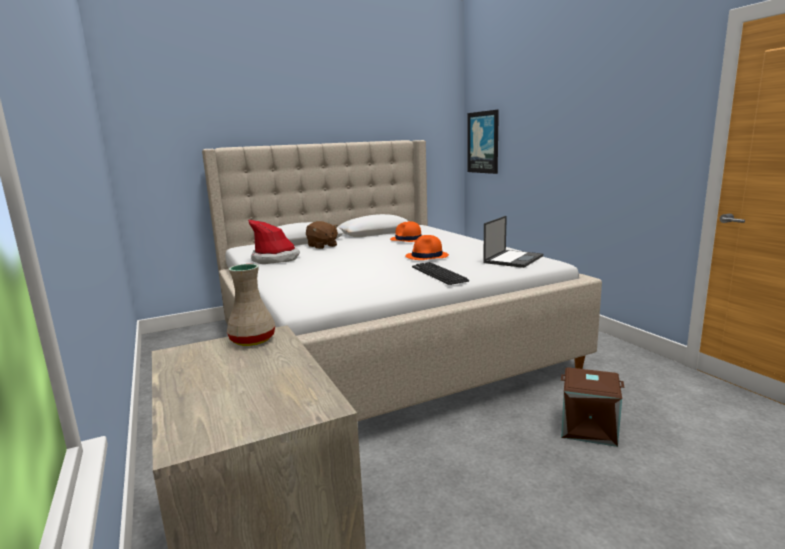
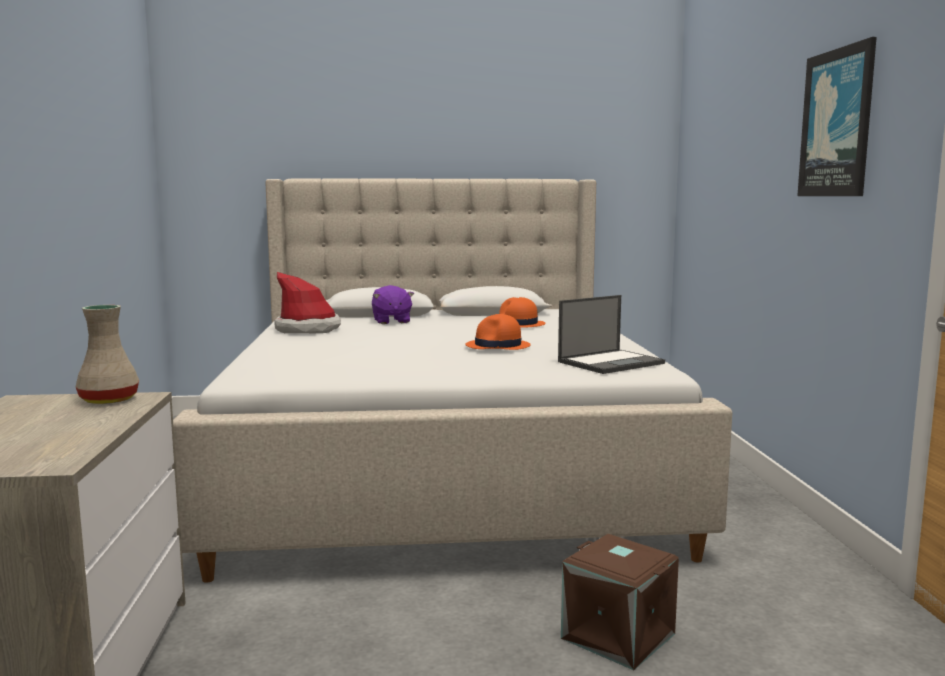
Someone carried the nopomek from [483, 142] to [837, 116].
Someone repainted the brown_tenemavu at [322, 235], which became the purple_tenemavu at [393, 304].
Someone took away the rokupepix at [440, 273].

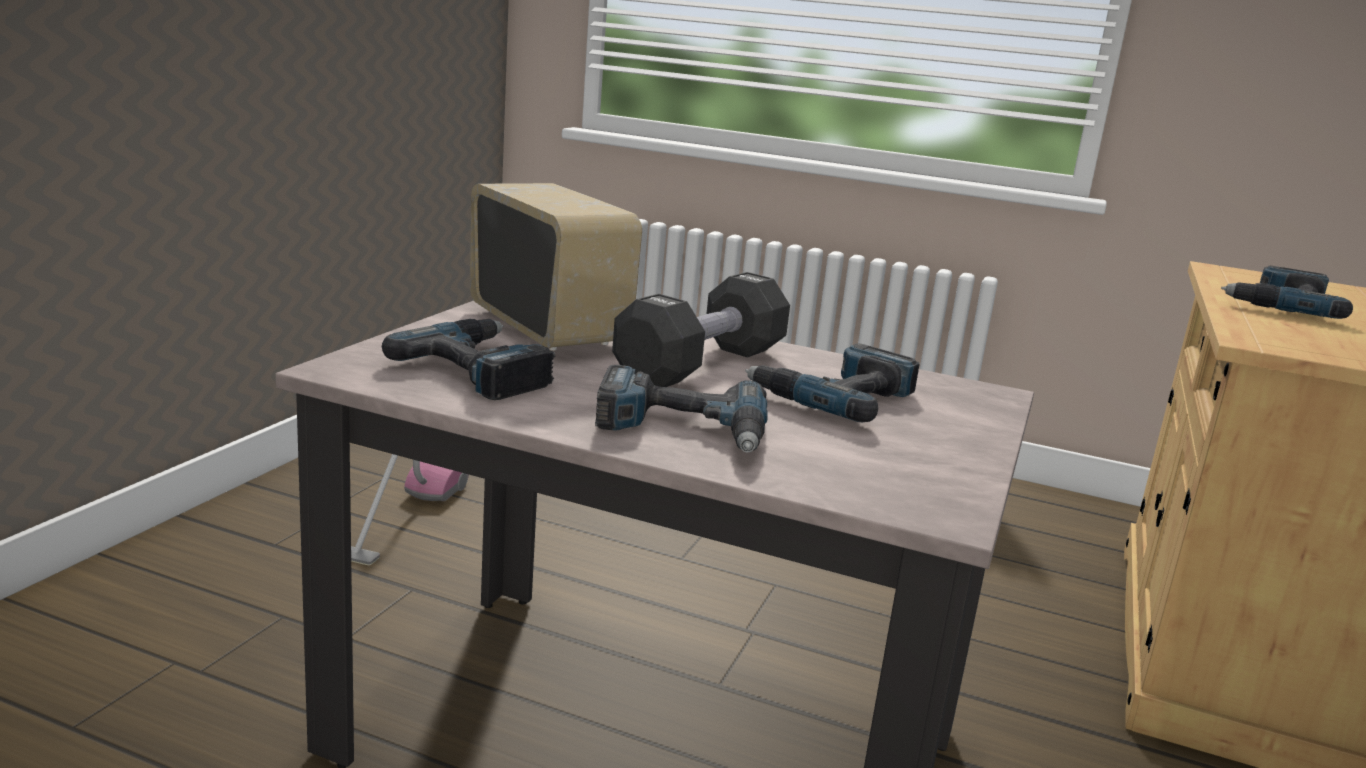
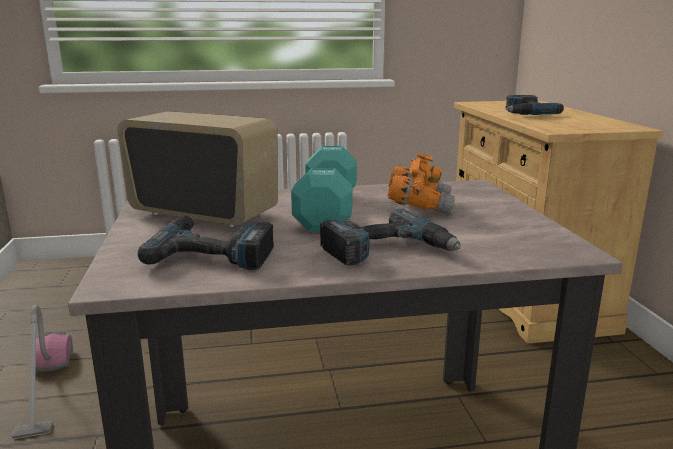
Someone repainted the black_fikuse at [701, 329], which became the turquoise_fikuse at [324, 189].
Someone swapped the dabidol at [832, 383] for the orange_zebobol at [421, 184].

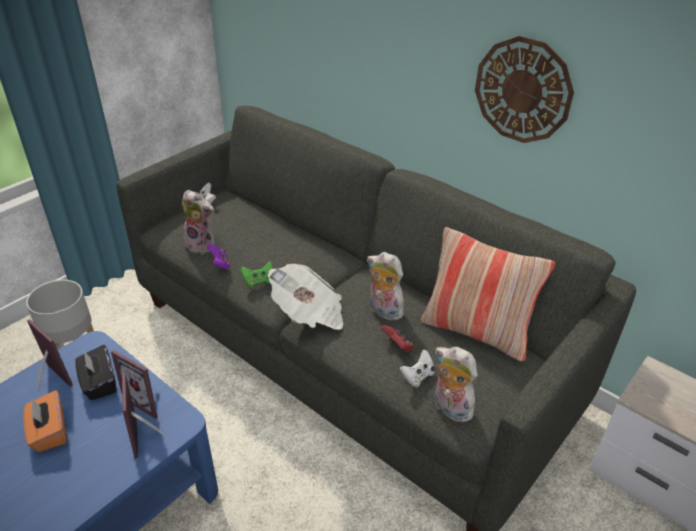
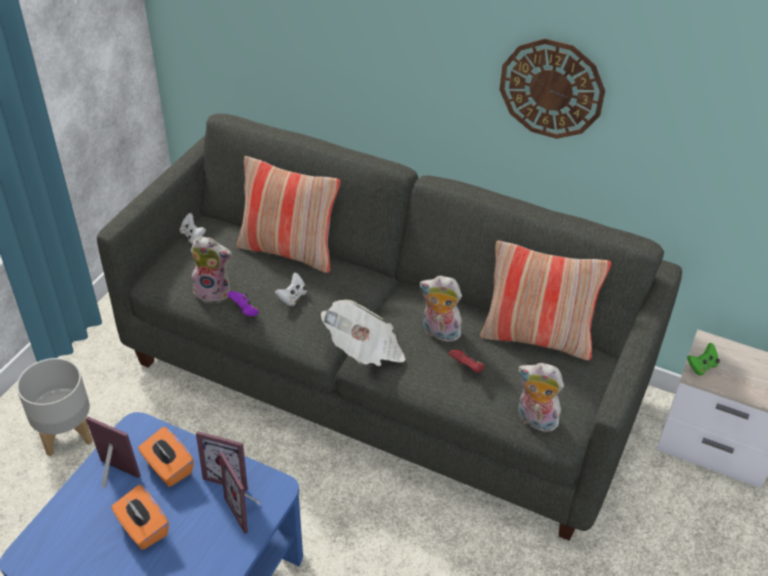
Someone carried the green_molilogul from [257, 274] to [703, 359].
Someone repainted the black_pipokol at [95, 372], which became the orange_pipokol at [166, 457].
Someone carried the white_molilogul from [417, 368] to [291, 289].
Someone put down the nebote at [288, 214].

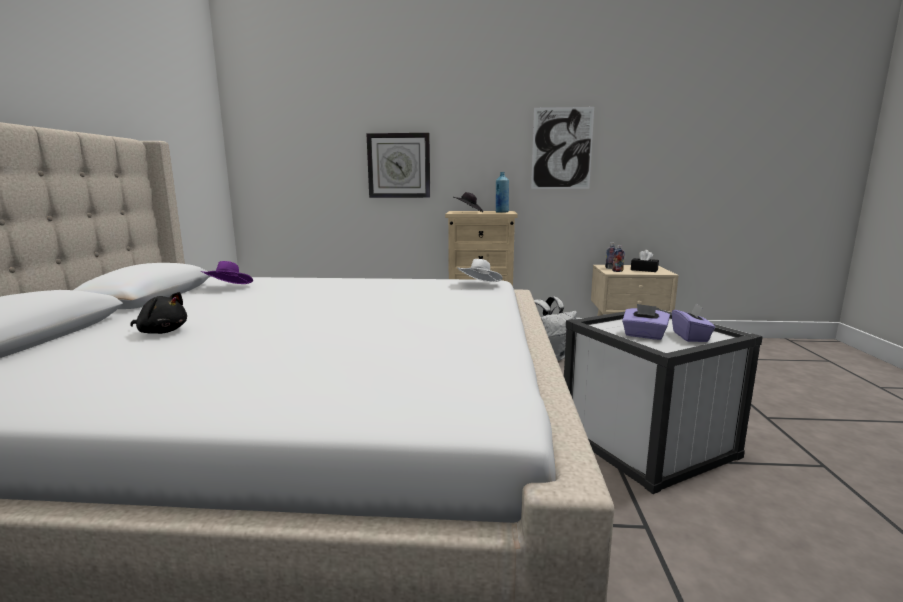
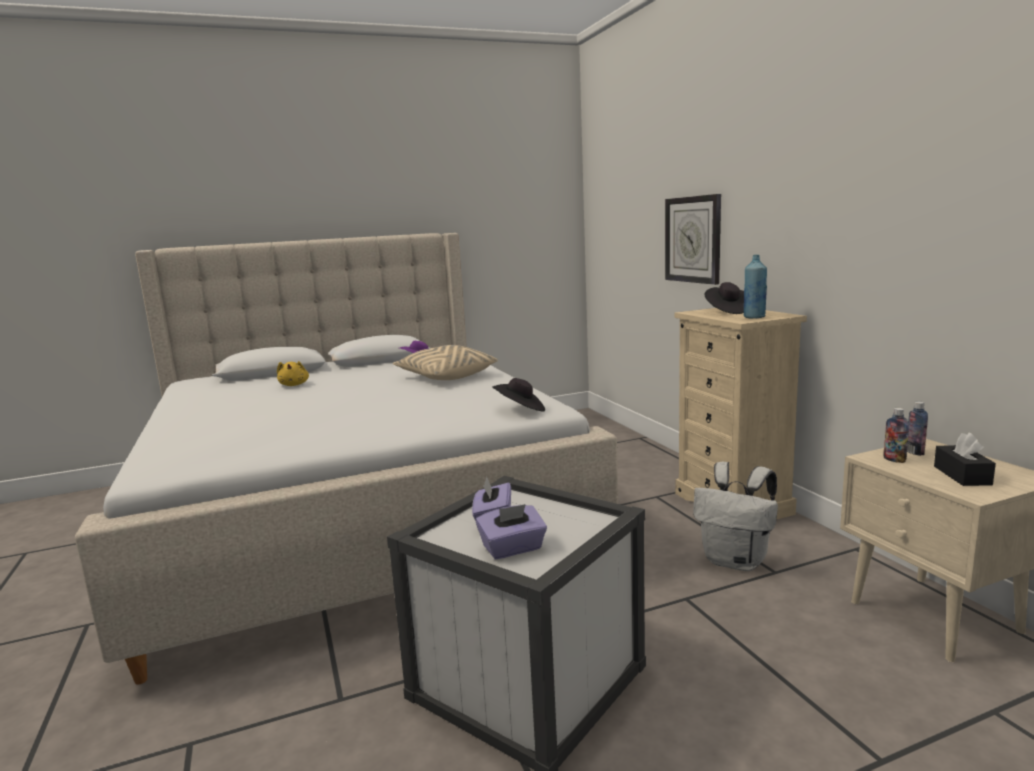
Someone took away the nopomek at [562, 148].
Someone repainted the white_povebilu at [479, 270], which became the black_povebilu at [518, 395].
Someone repainted the black_tenemavu at [159, 313], which became the yellow_tenemavu at [293, 373].
Someone put down the beige_nebote at [445, 362].

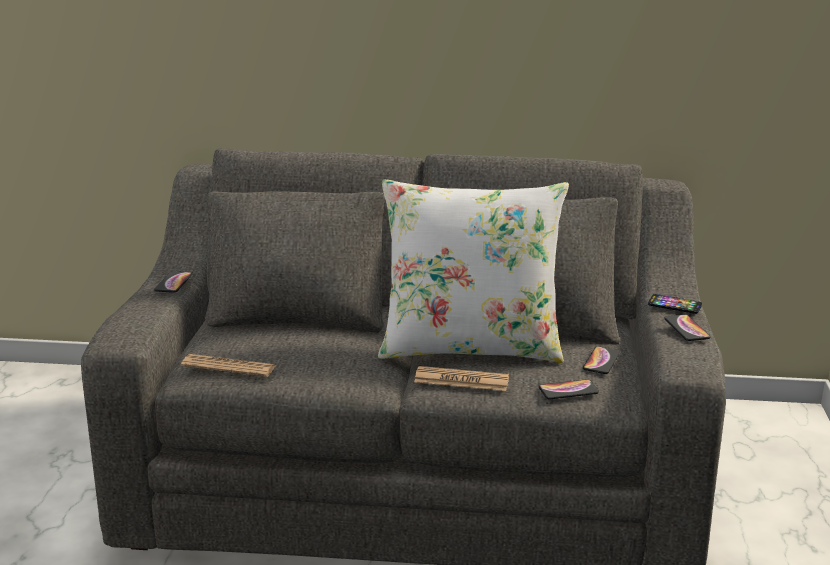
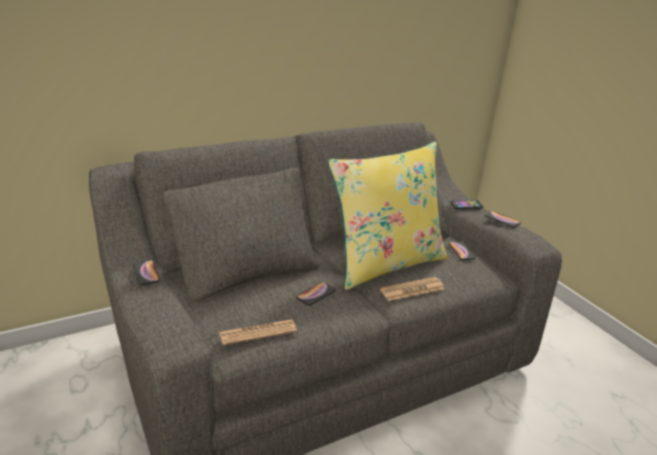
Someone repainted the white_nebote at [473, 271], which became the yellow_nebote at [387, 216].
Someone carried the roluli from [569, 389] to [316, 294].

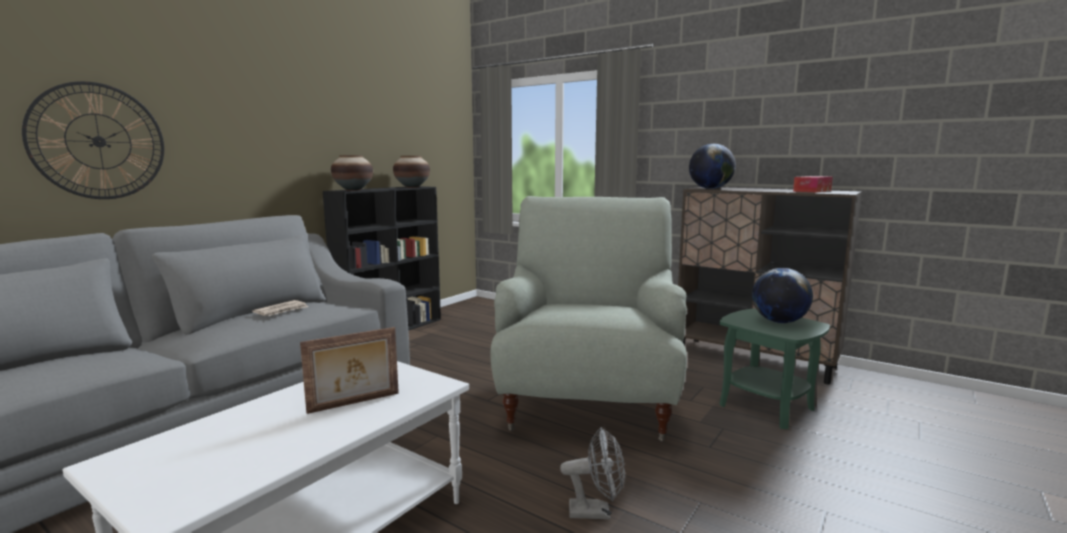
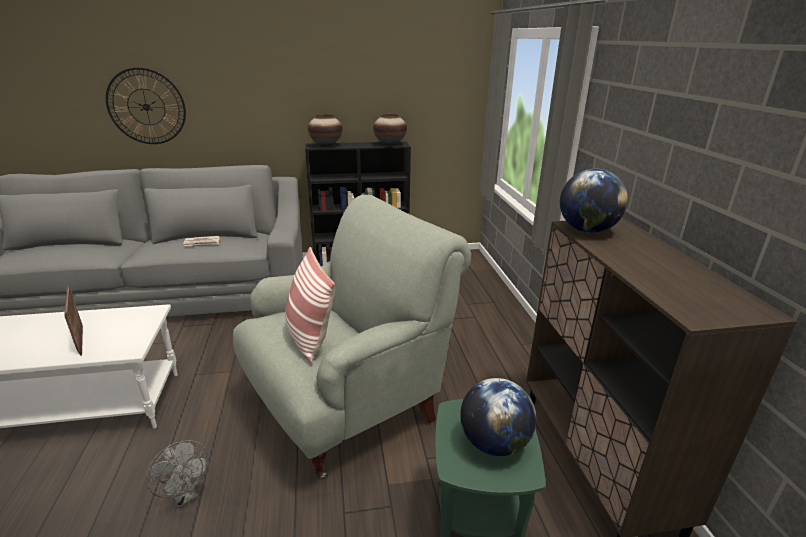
Someone took away the pipokol at [813, 184].
Someone rotated the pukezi at [349, 370] by 45 degrees clockwise.
Someone put down the nebote at [310, 305].

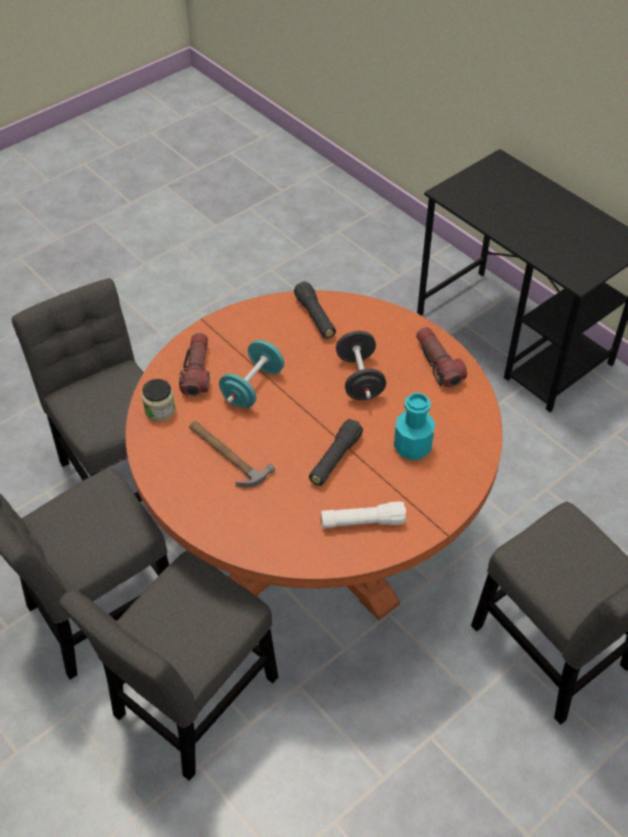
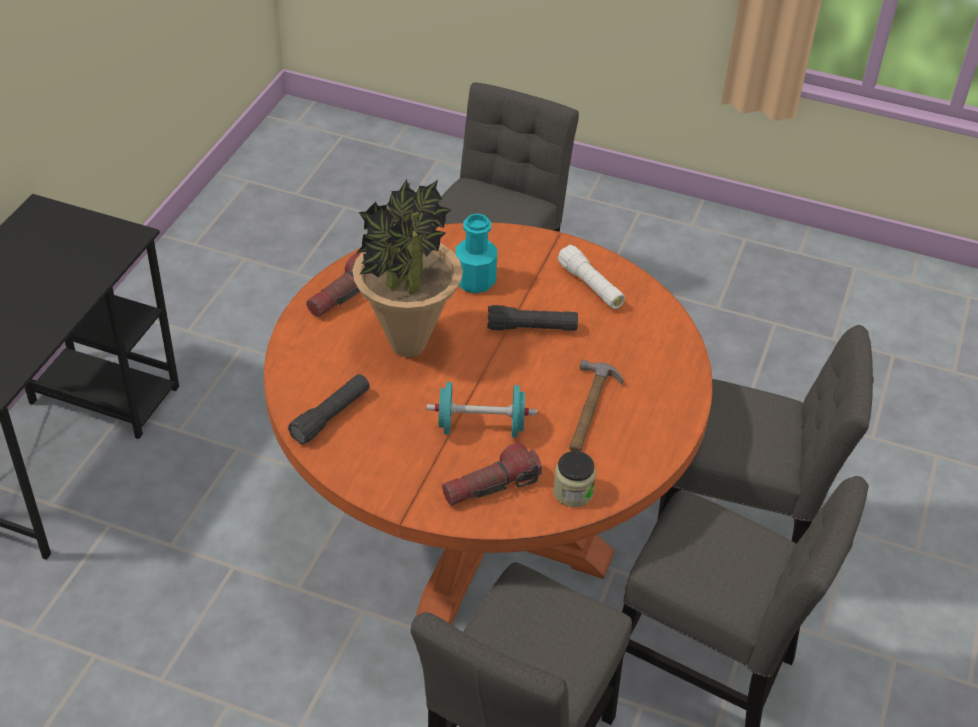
Someone swapped the black_fikuse at [361, 365] for the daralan at [408, 268].

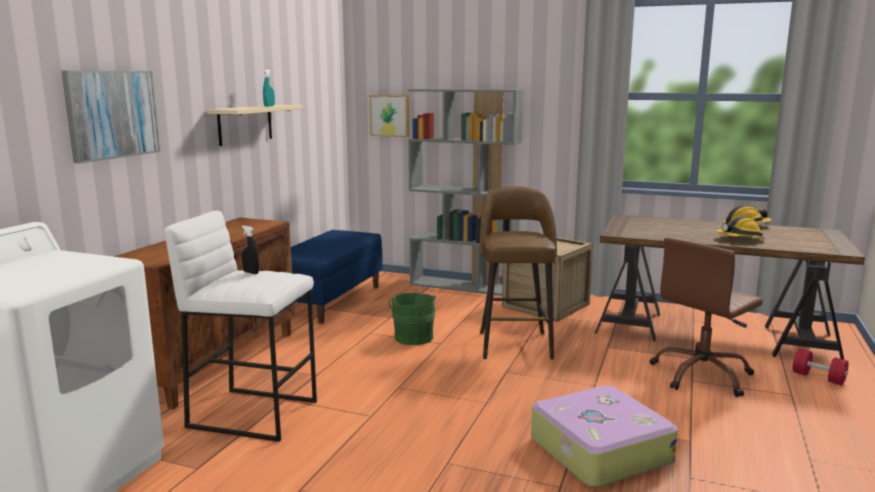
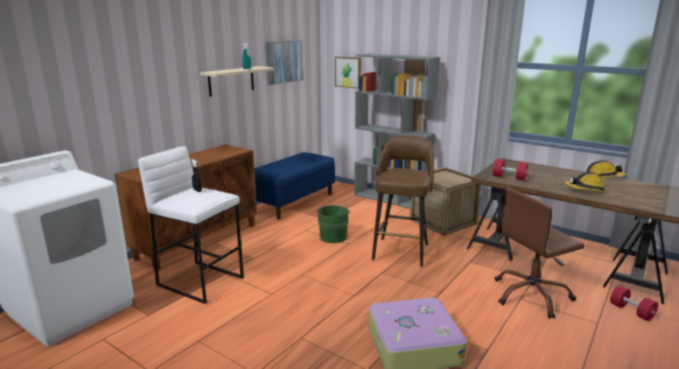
Someone carried the nopomek from [110, 117] to [284, 62].
Someone put down the red_fikuse at [510, 170].

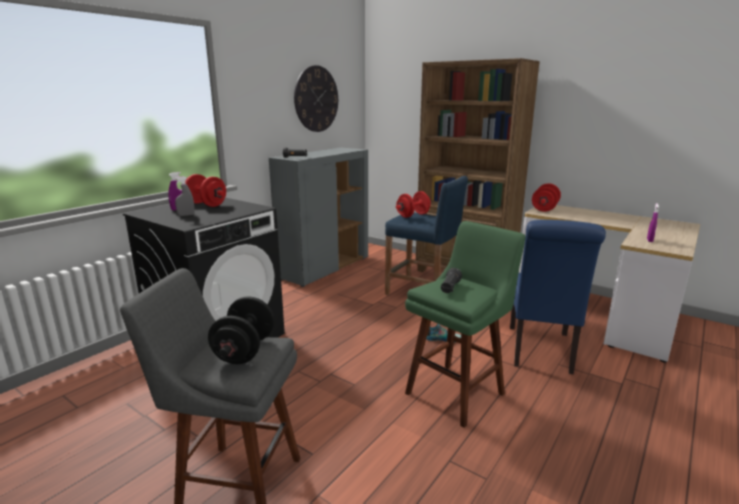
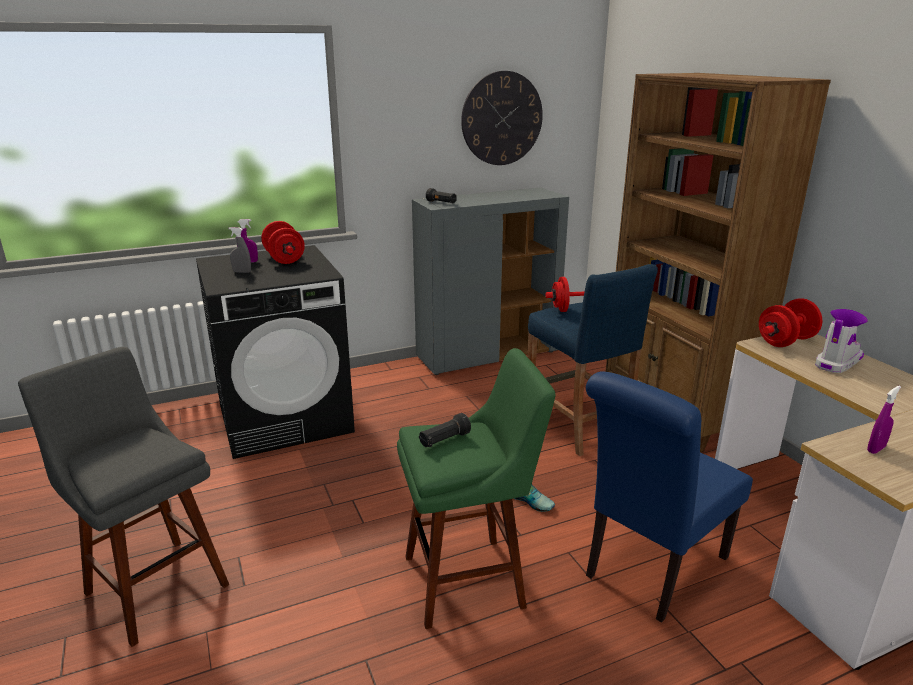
Someone took away the black_fikuse at [241, 330].
Someone put down the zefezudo at [841, 341].

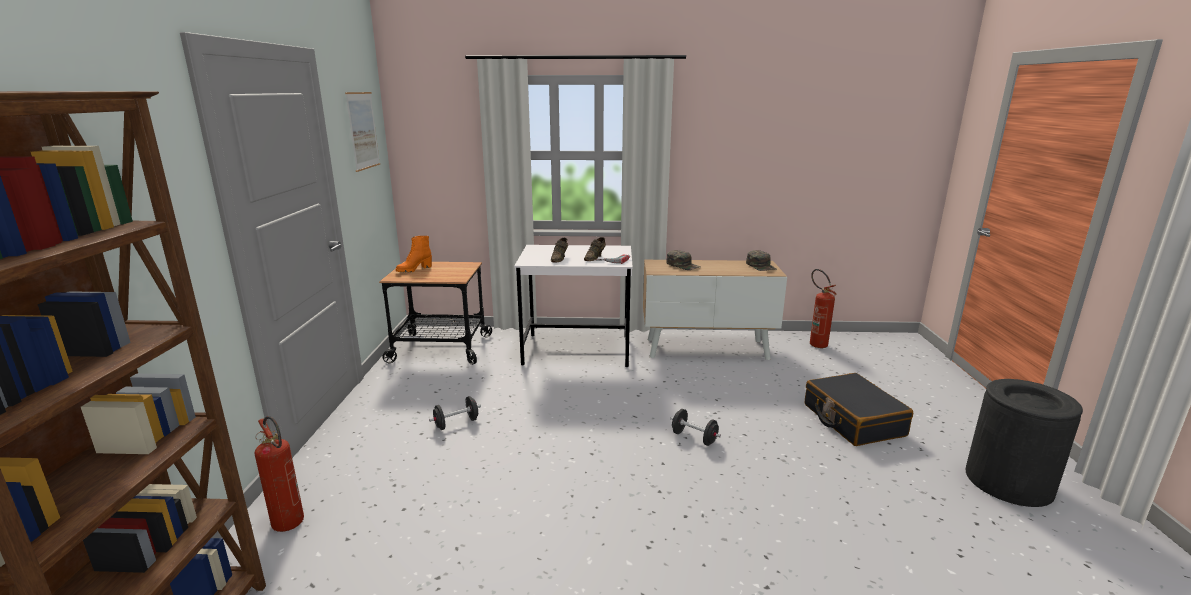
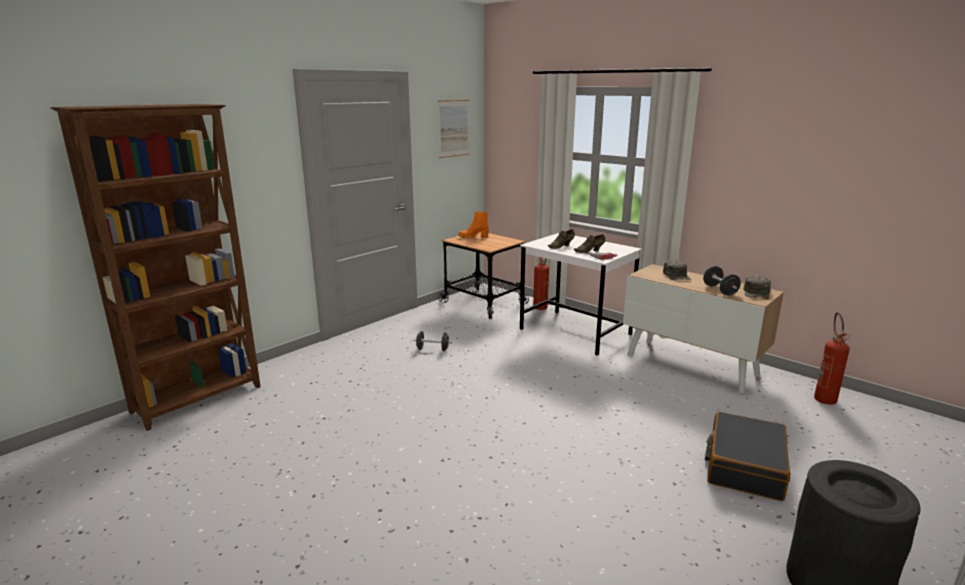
Someone carried the black_fikuse from [695, 427] to [722, 281].
Someone carried the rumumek from [279, 474] to [541, 283].

